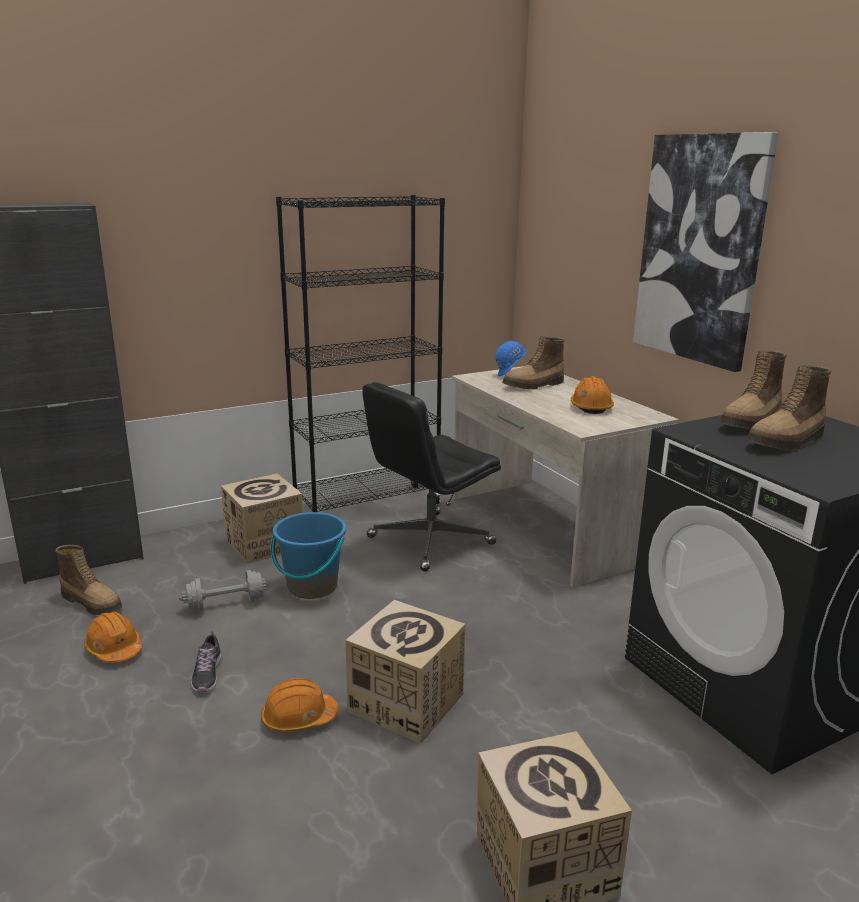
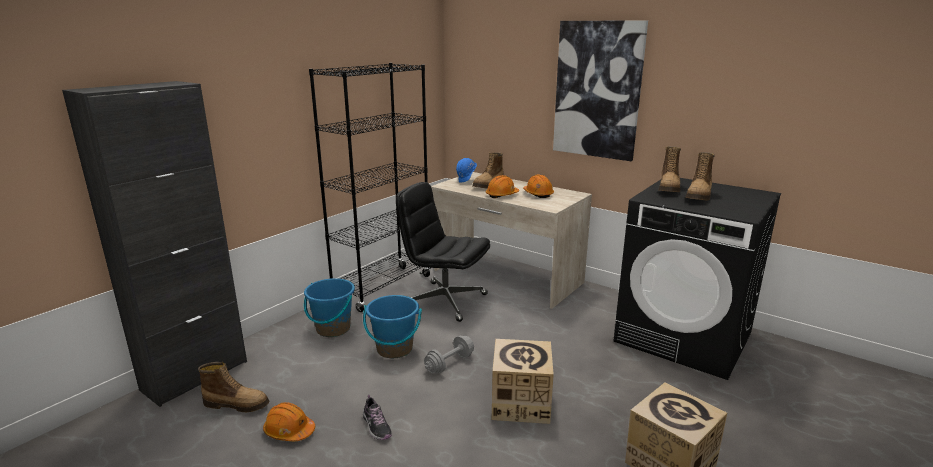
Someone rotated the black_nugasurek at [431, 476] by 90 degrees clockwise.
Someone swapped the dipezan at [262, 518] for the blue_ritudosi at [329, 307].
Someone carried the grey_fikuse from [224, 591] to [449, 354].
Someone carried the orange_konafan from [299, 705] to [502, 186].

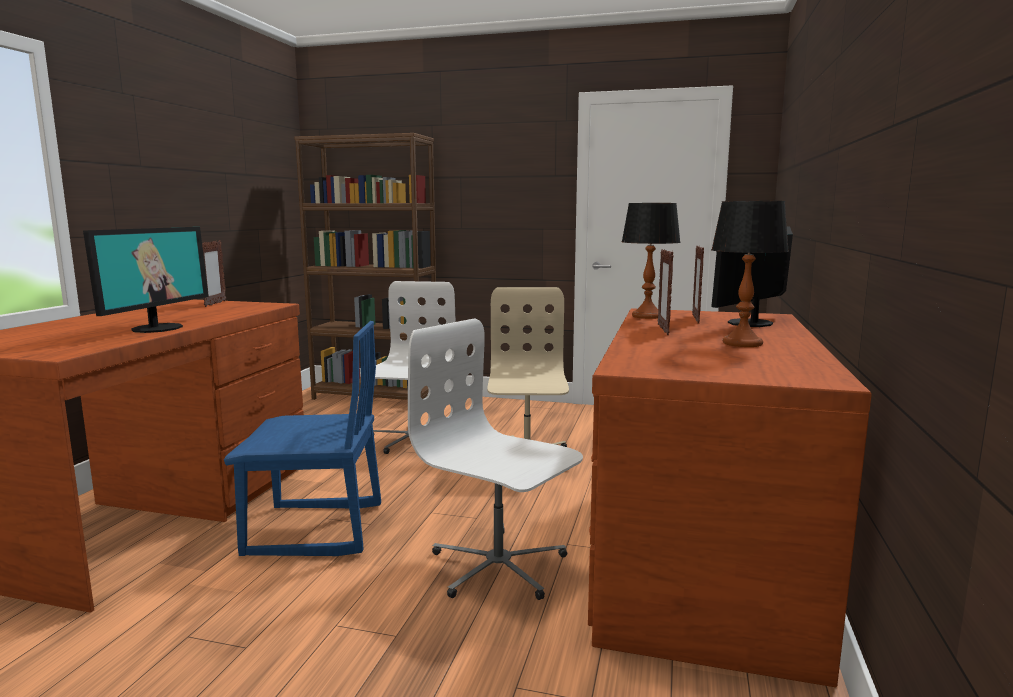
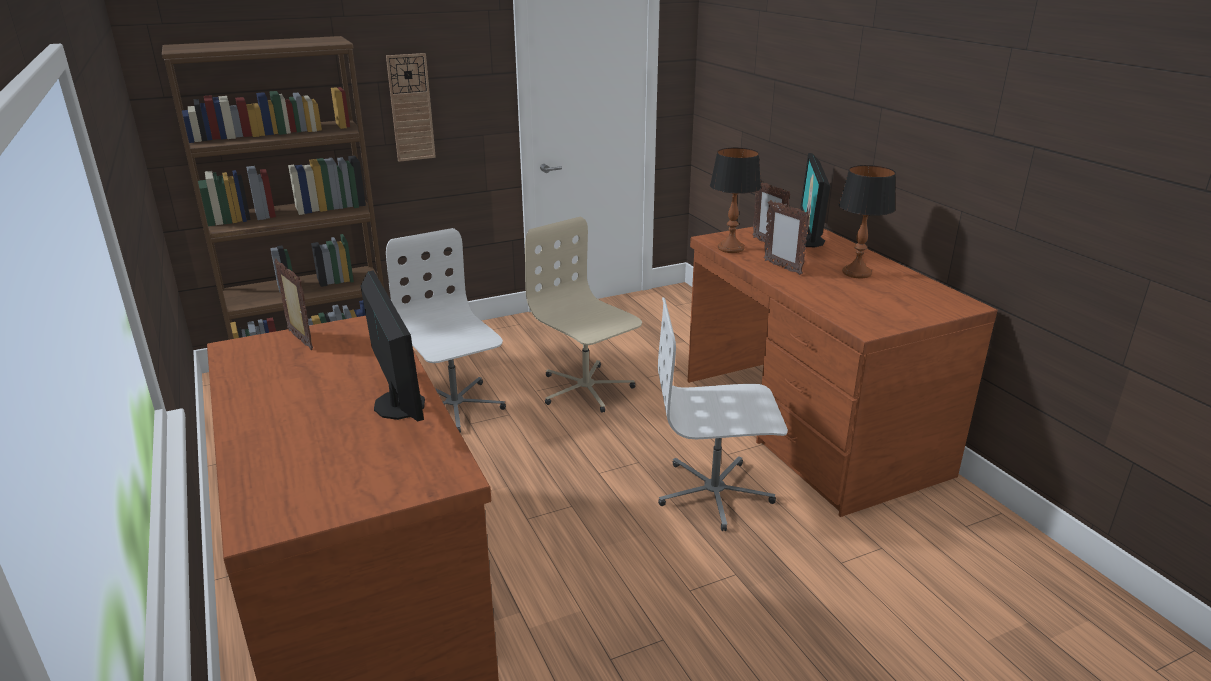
Someone took away the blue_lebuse at [302, 438].
Someone put up the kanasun at [411, 107].

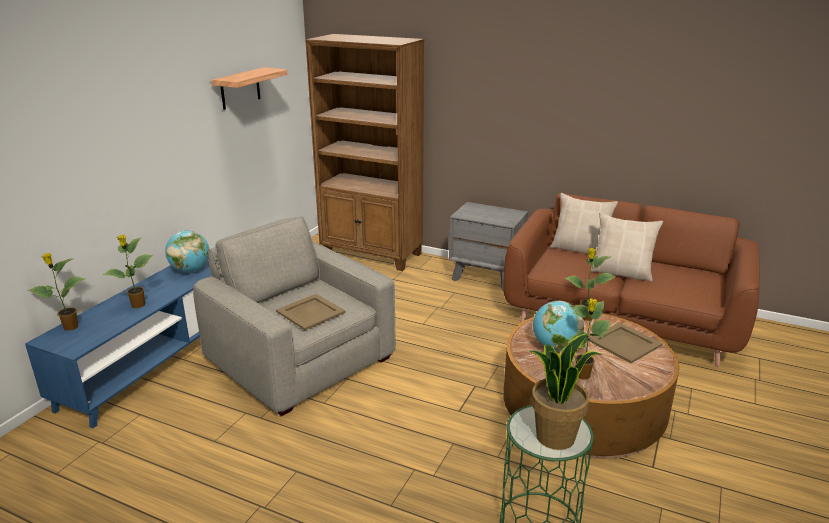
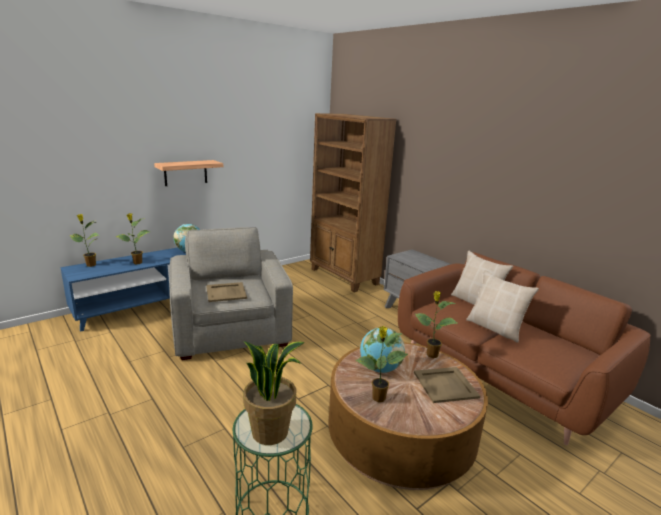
Someone carried the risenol from [249, 88] to [188, 173].

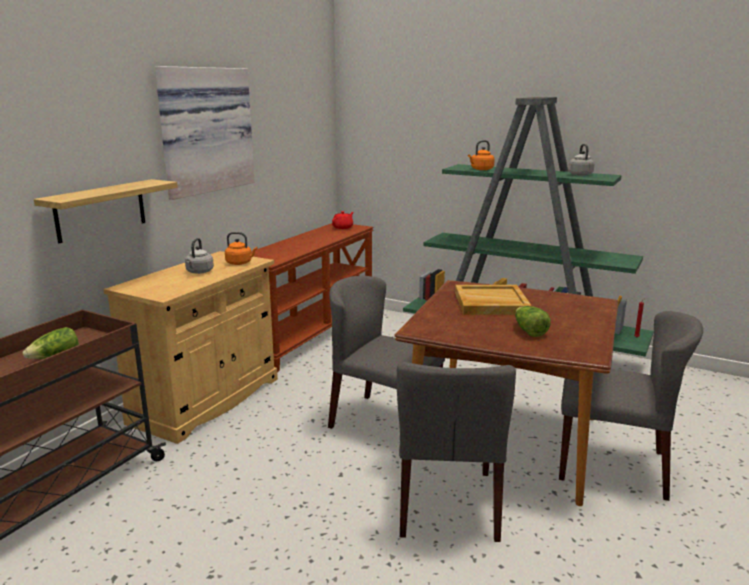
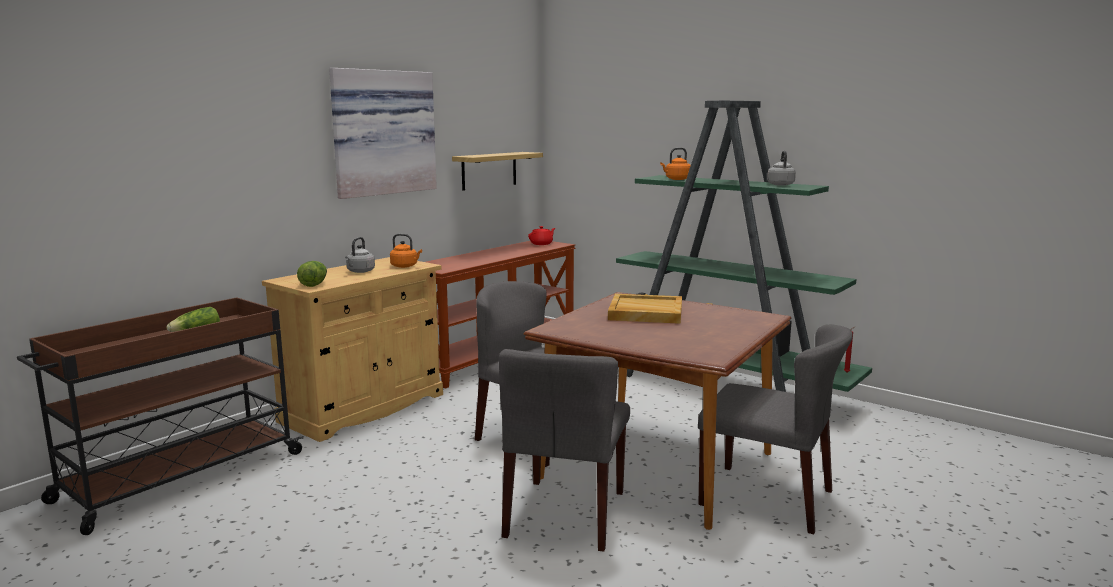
Someone carried the risenol from [106, 211] to [497, 171].
Someone carried the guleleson from [533, 321] to [312, 274].

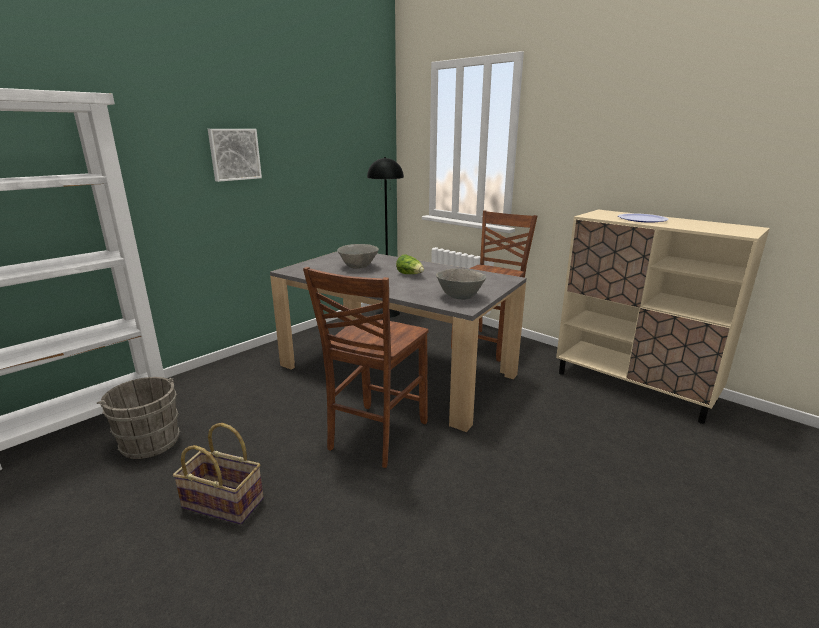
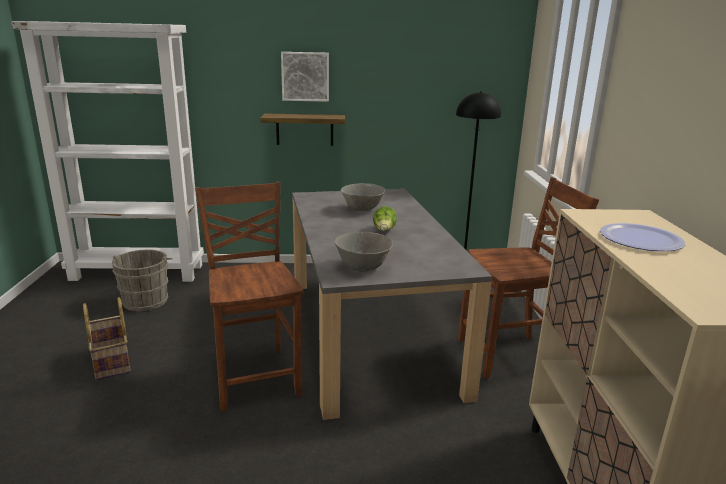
Someone rotated the brown_lebuse at [366, 367] by 90 degrees clockwise.
Someone put up the risenol at [302, 130].

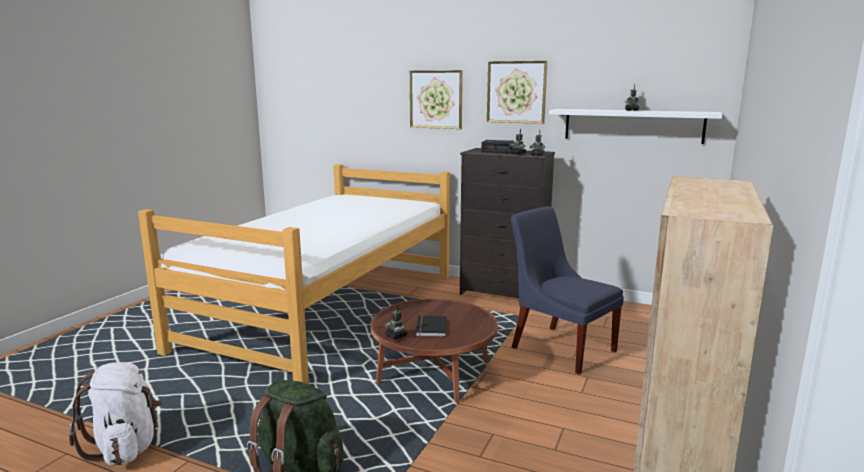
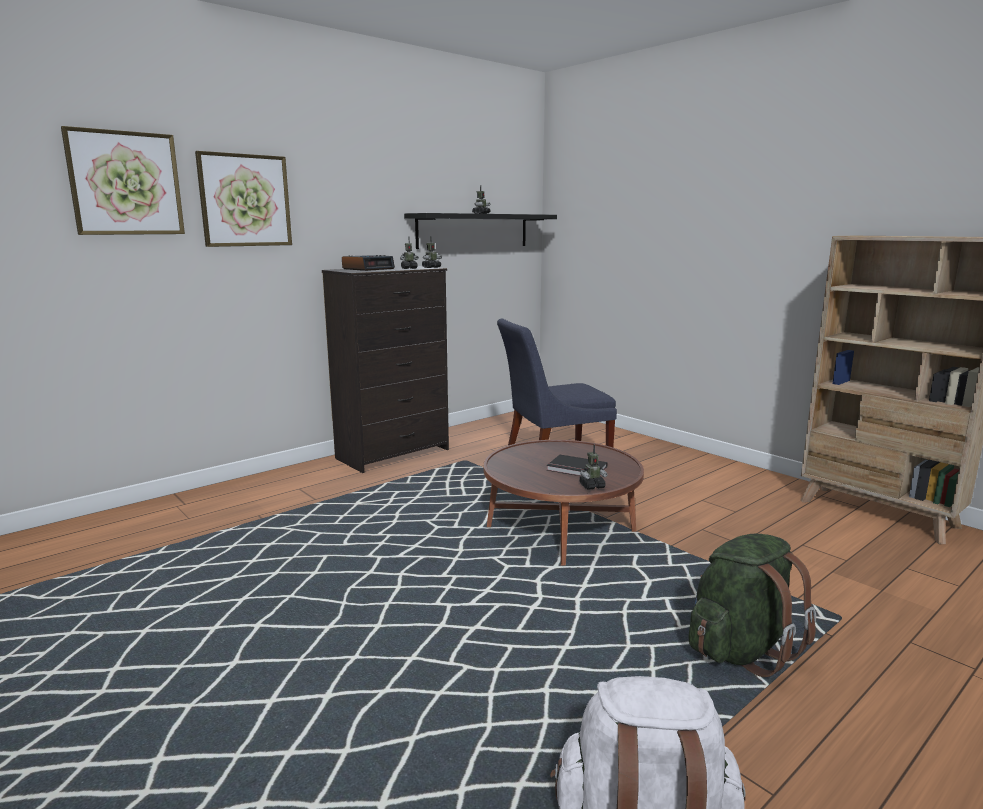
Someone carried the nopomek from [517, 92] to [123, 180].
Someone repainted the white_risenol at [635, 126], which became the black_risenol at [480, 231].
Someone took away the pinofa at [294, 274].

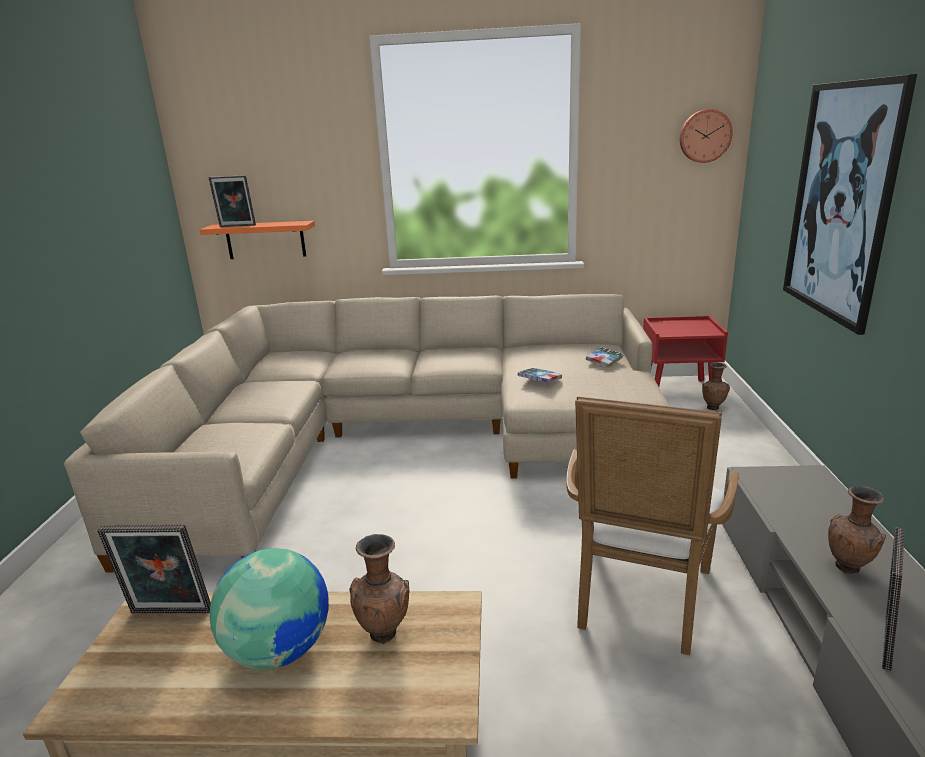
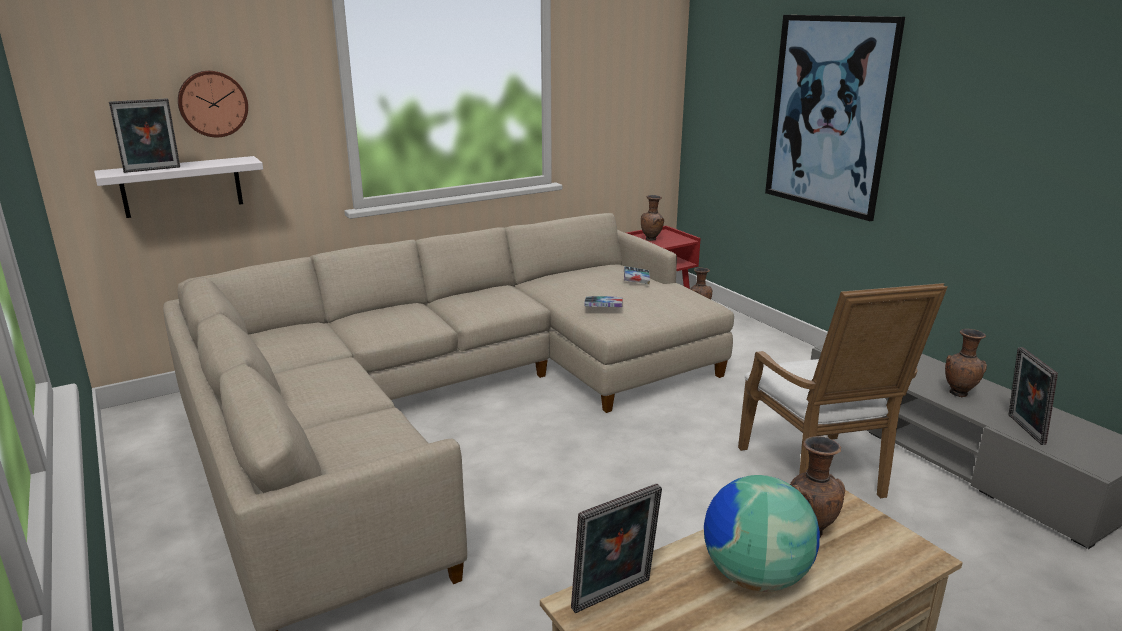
Someone carried the kanasun from [706, 136] to [213, 104].
Someone repainted the orange_risenol at [257, 240], which became the white_risenol at [178, 187].
Someone put down the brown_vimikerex at [652, 218].

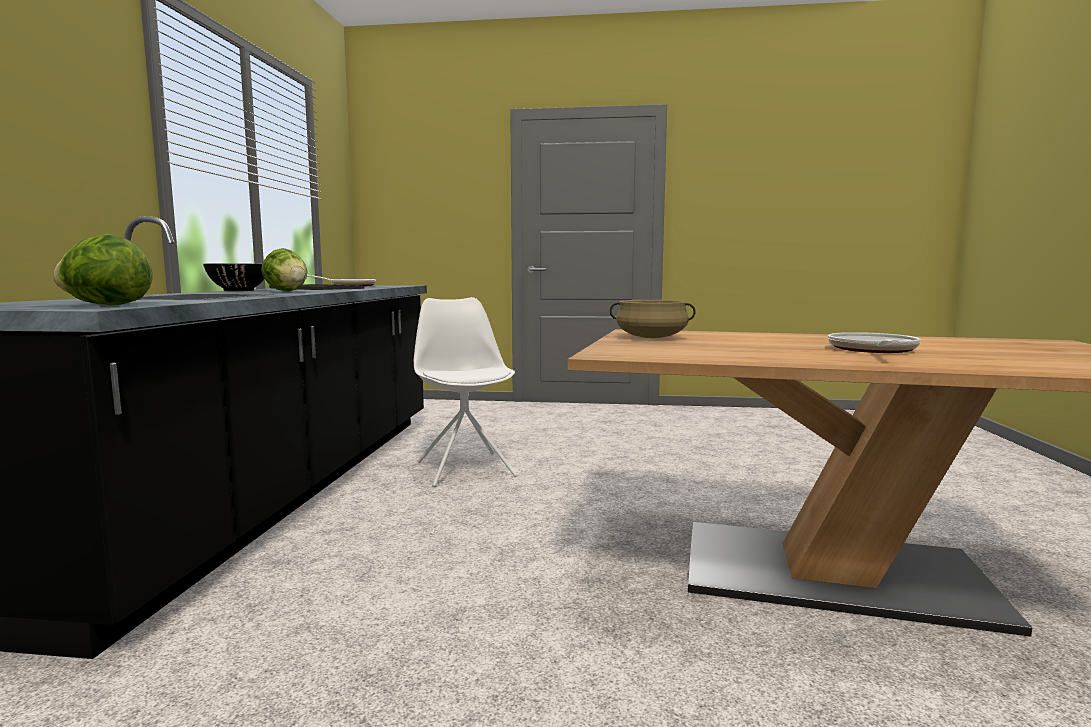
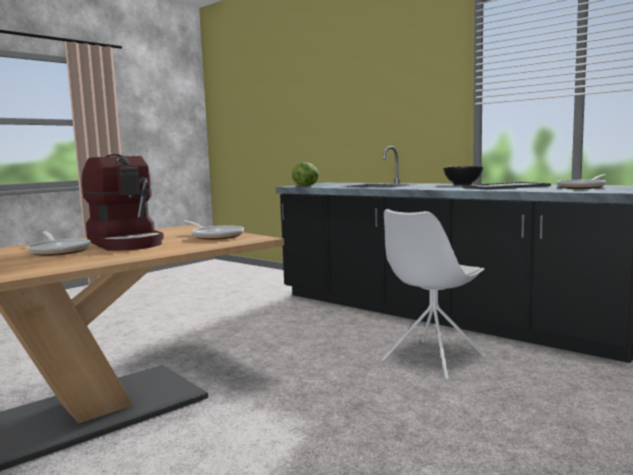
Someone took away the guleleson at [284, 270].
Someone rotated the white_lebuse at [466, 392] by 120 degrees clockwise.
Someone swapped the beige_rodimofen at [653, 319] for the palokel at [214, 230].
Someone put down the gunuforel at [123, 202].

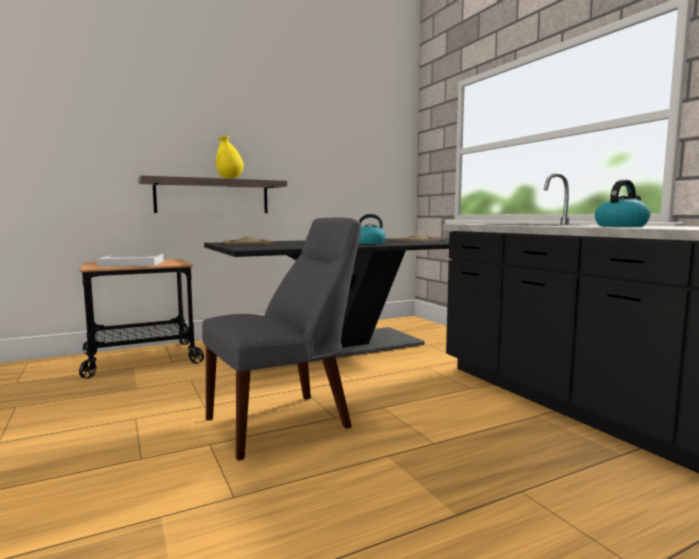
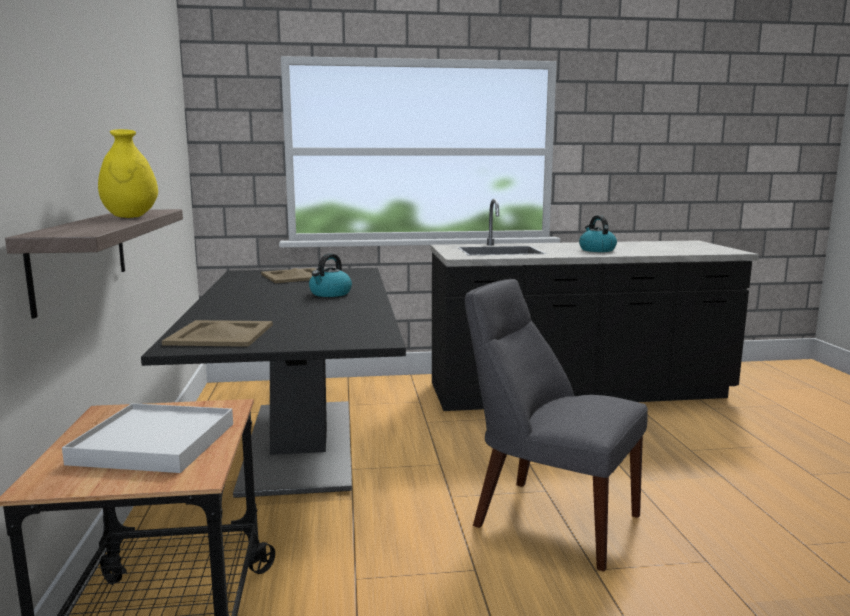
Someone rotated the grey_lebuse at [281, 339] by 45 degrees counterclockwise.

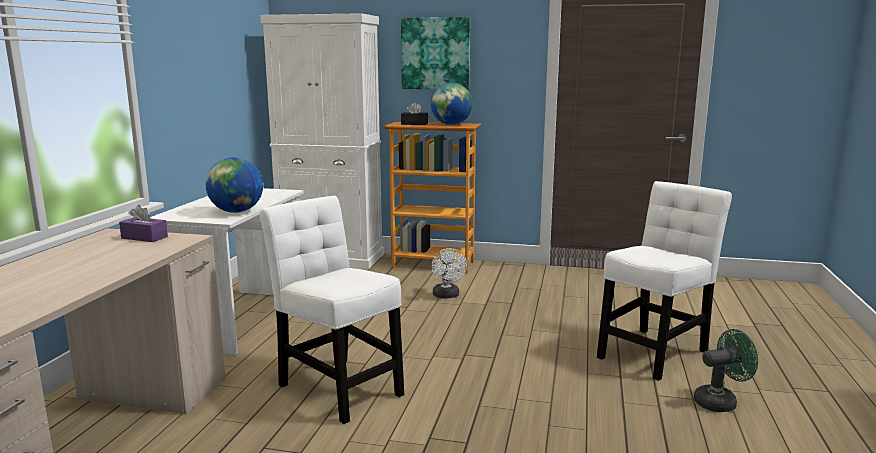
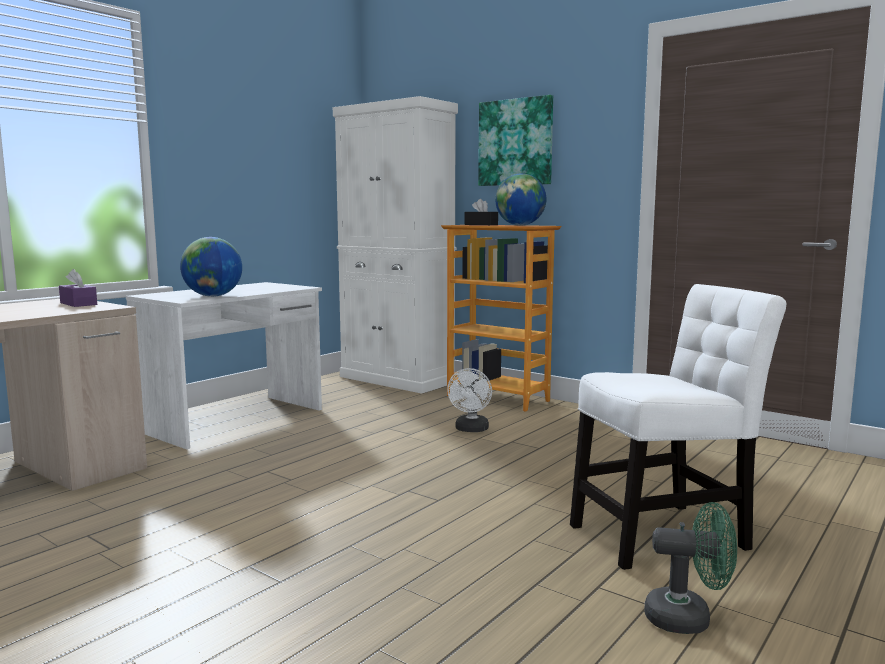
Someone took away the white_lebuse at [332, 310].

